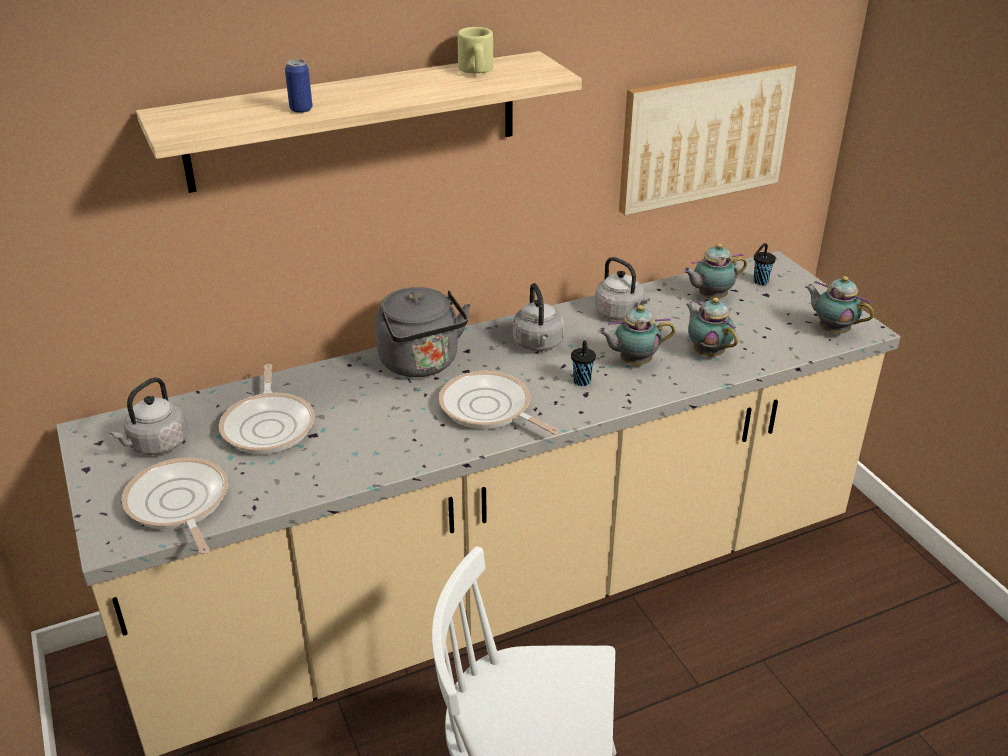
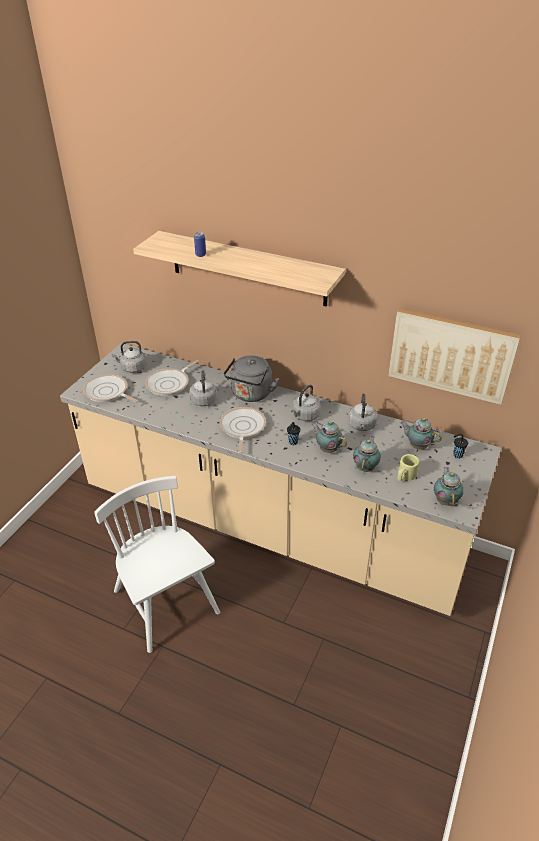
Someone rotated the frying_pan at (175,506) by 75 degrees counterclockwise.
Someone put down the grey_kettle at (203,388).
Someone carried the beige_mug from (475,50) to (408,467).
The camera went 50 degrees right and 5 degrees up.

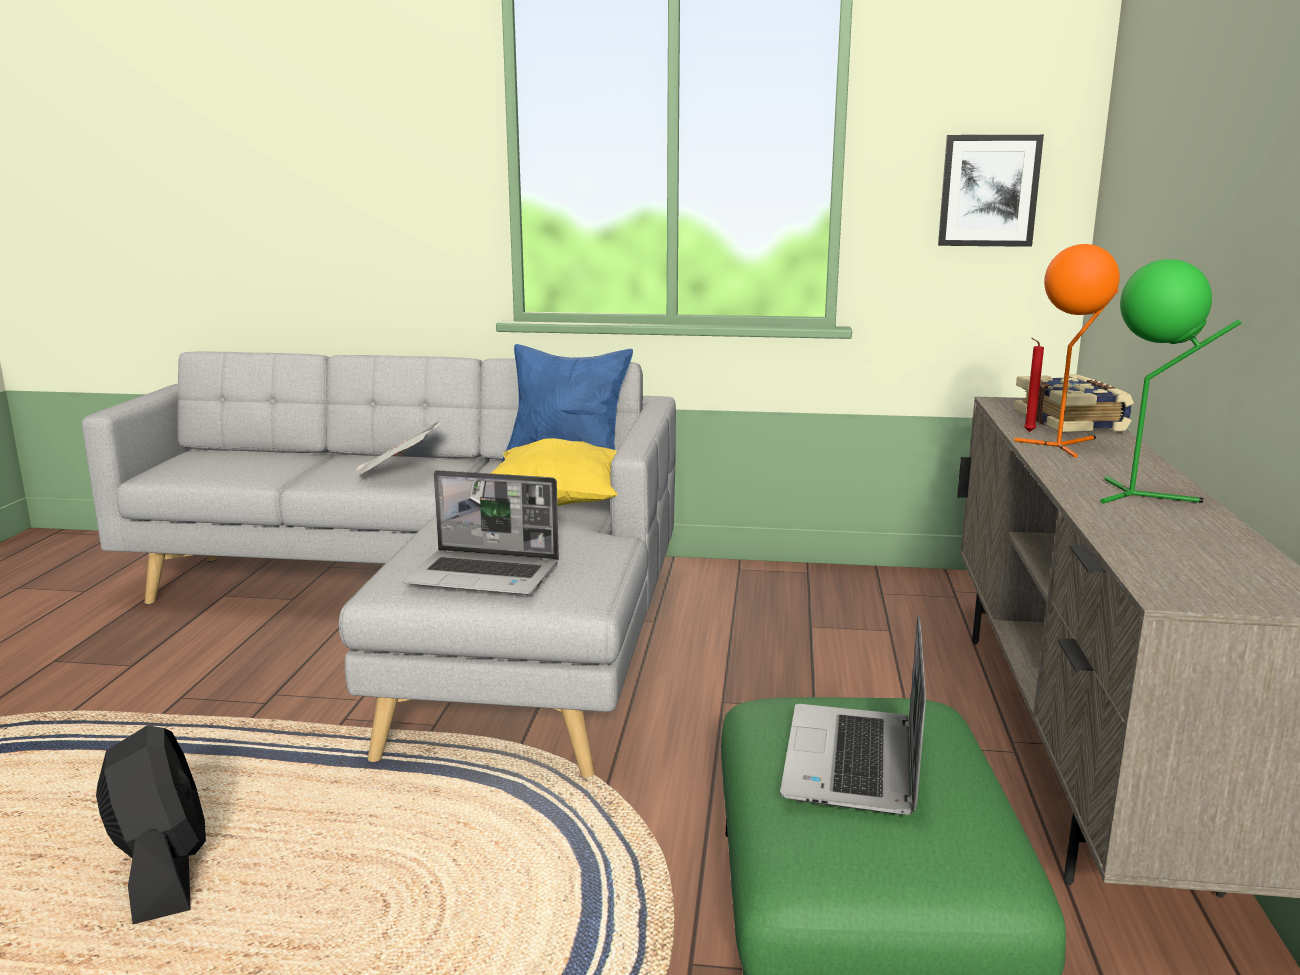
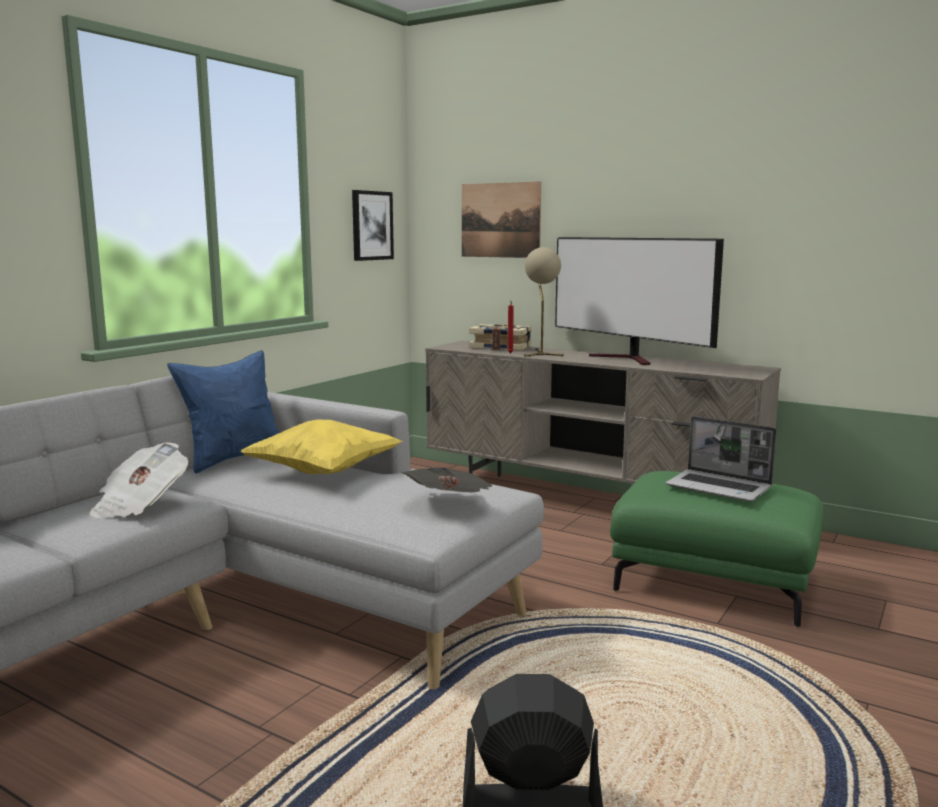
Someone swapped the laptop at (481,532) for the newspaper at (446,480).
Someone put up the picture at (501,220).
Someone repainted the orange_table_lamp at (1067,351), which became the beige_table_lamp at (544,302).
Someone swapped the green_table_lamp at (1171,381) for the television at (639,301).
The camera went 65 degrees left and 5 degrees down.

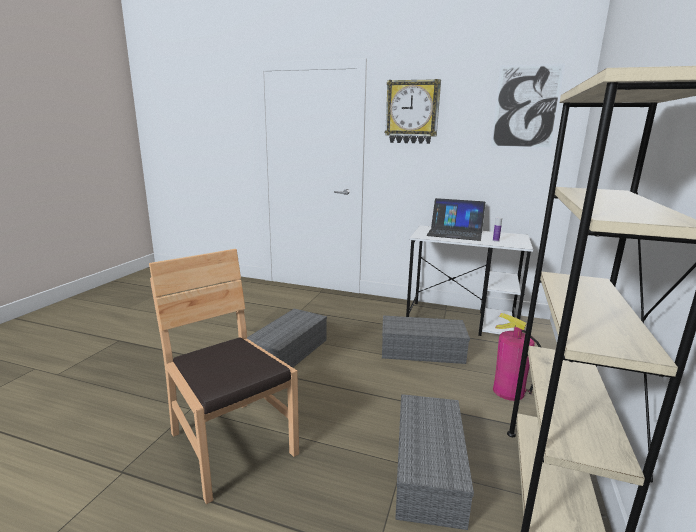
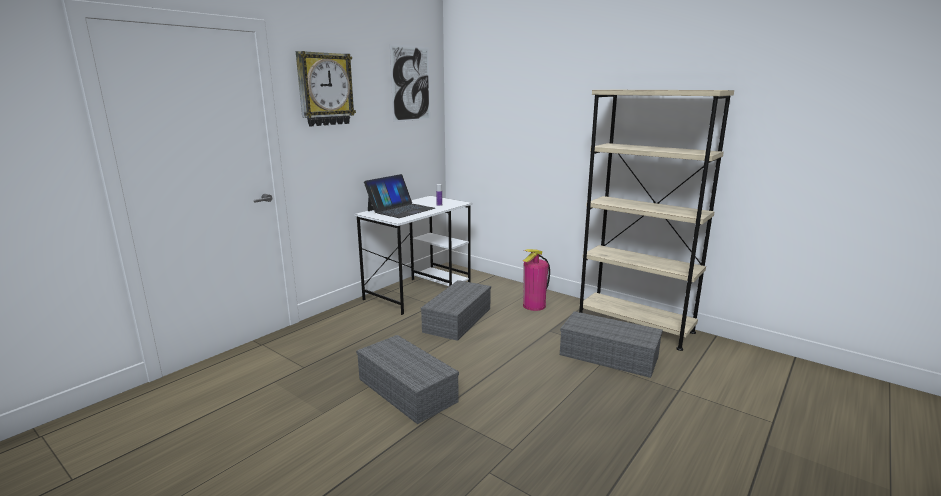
Someone took away the brown_chair at (224,376).
The camera went 70 degrees left and 0 degrees up.

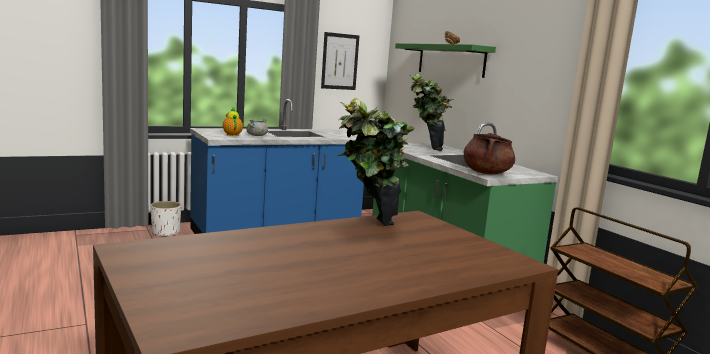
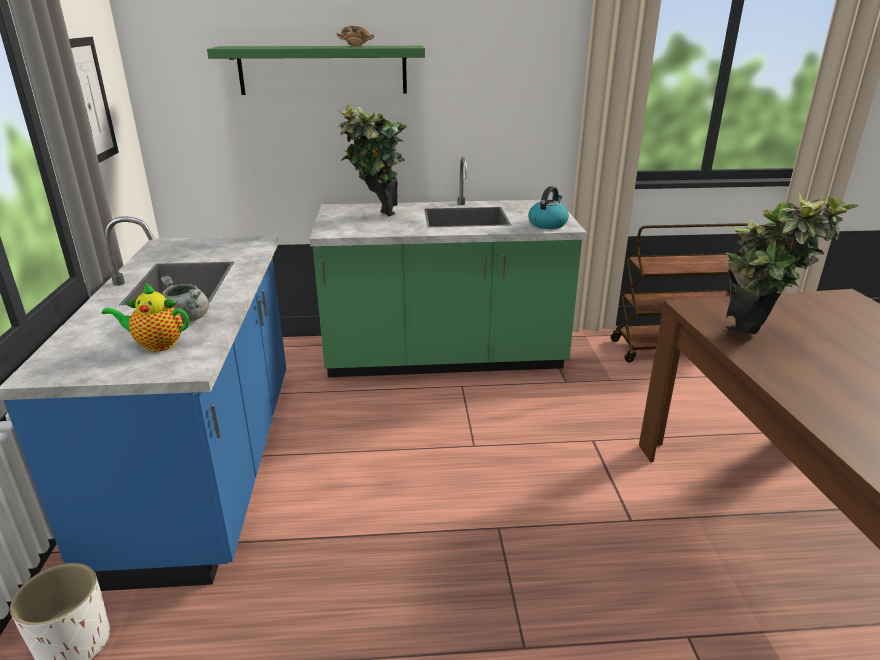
Someone swapped the brown_cooking_pot at (489,153) for the kettle at (548,207).
The camera went 65 degrees left and 15 degrees up.

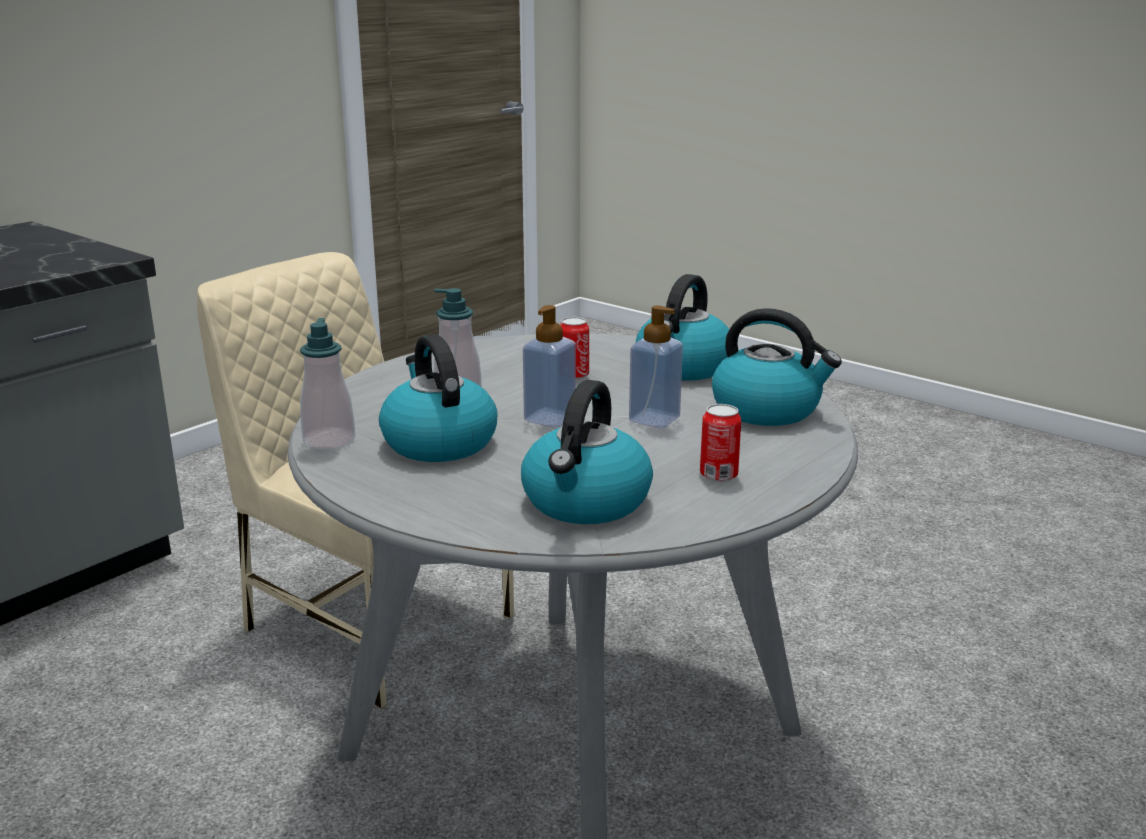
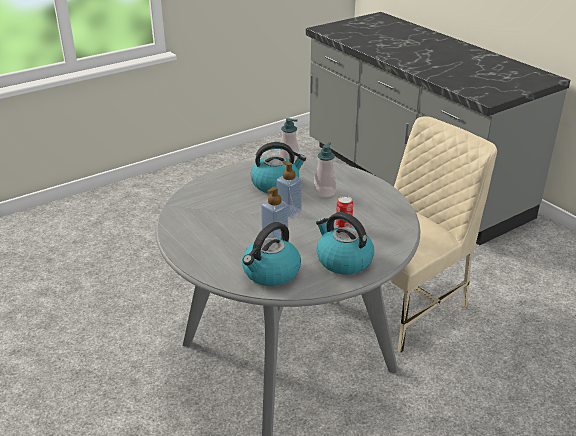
Someone took away the kettle at (587,452).
Someone took away the can at (720,443).
The camera went 105 degrees right and 10 degrees up.

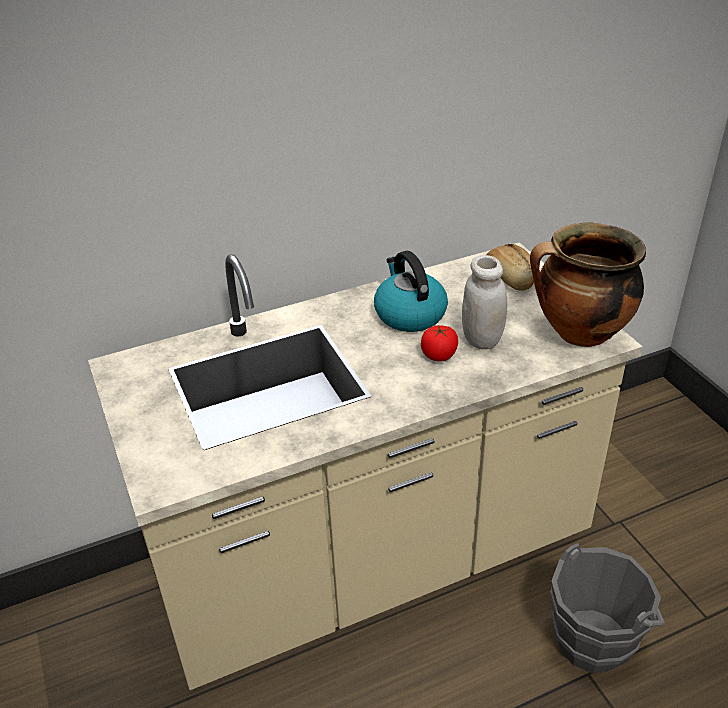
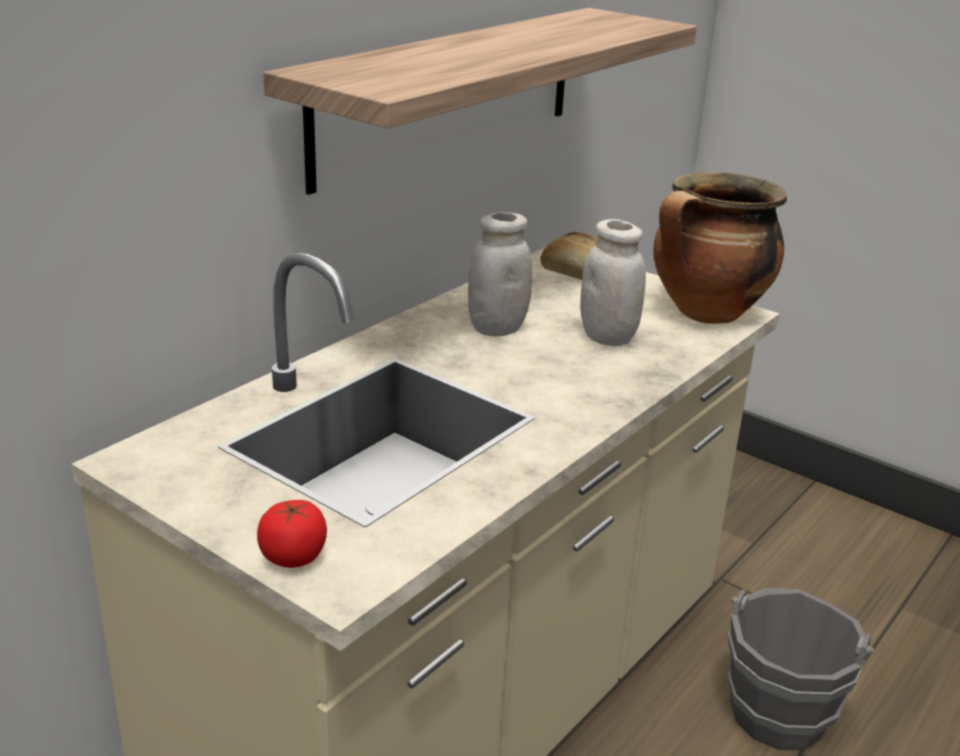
Someone carried the tomato from (439,343) to (292,534).
Someone put up the shelf at (480,101).
Someone swapped the kettle at (411,291) for the white_jar at (500,274).
The camera went 30 degrees left and 10 degrees down.

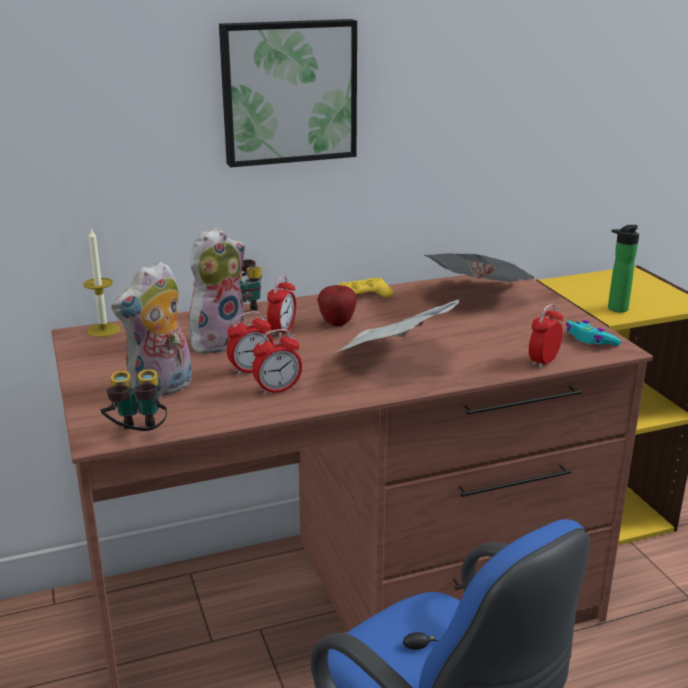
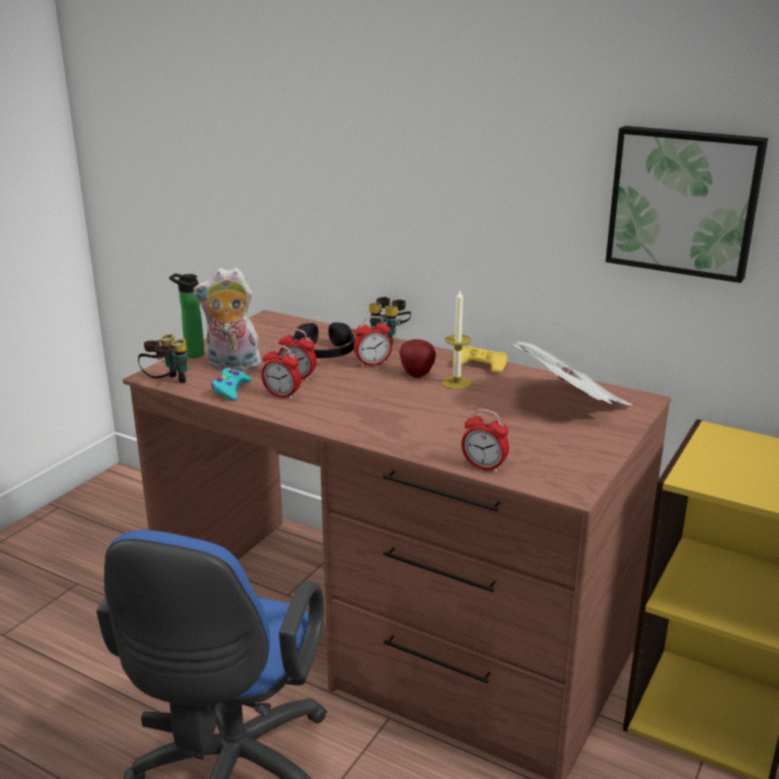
Someone carried the bottle from (623,268) to (187,315).
Someone carried the turquoise_game_controller from (593,333) to (231,384).
Someone swapped the plush_toy at (217,290) for the black_headphones at (323,340).
Someone carried the candle from (102,282) to (457,340).
Someone rotated the alarm_clock at (546,336) by 150 degrees counterclockwise.
Someone carried the picture from (288,93) to (687,204).
Someone took away the newspaper at (397,325).
The camera went 50 degrees right and 0 degrees up.

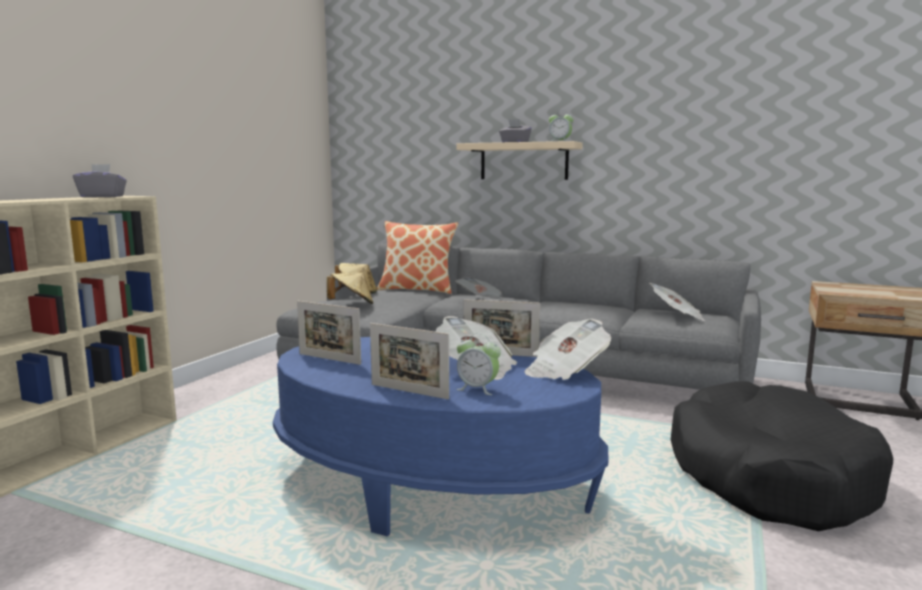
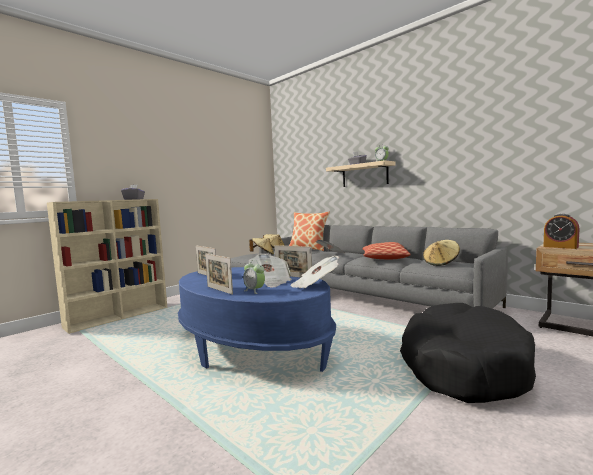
Someone put down the pillow at (387,250).
Someone swapped the newspaper at (677,302) for the beige_hat at (441,253).
Someone put down the alarm_clock at (561,231).
The camera went 20 degrees right and 5 degrees down.

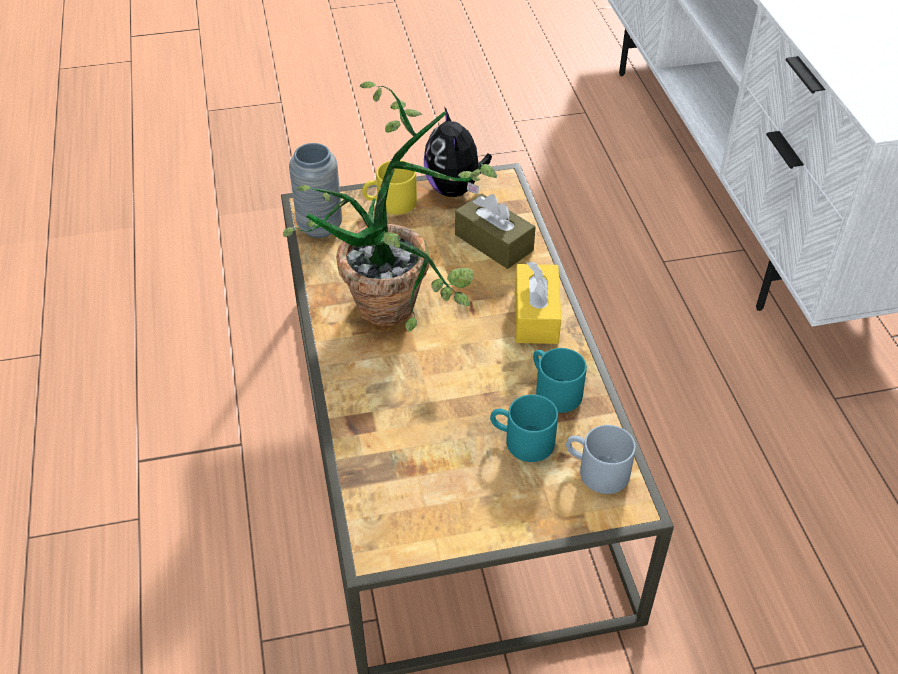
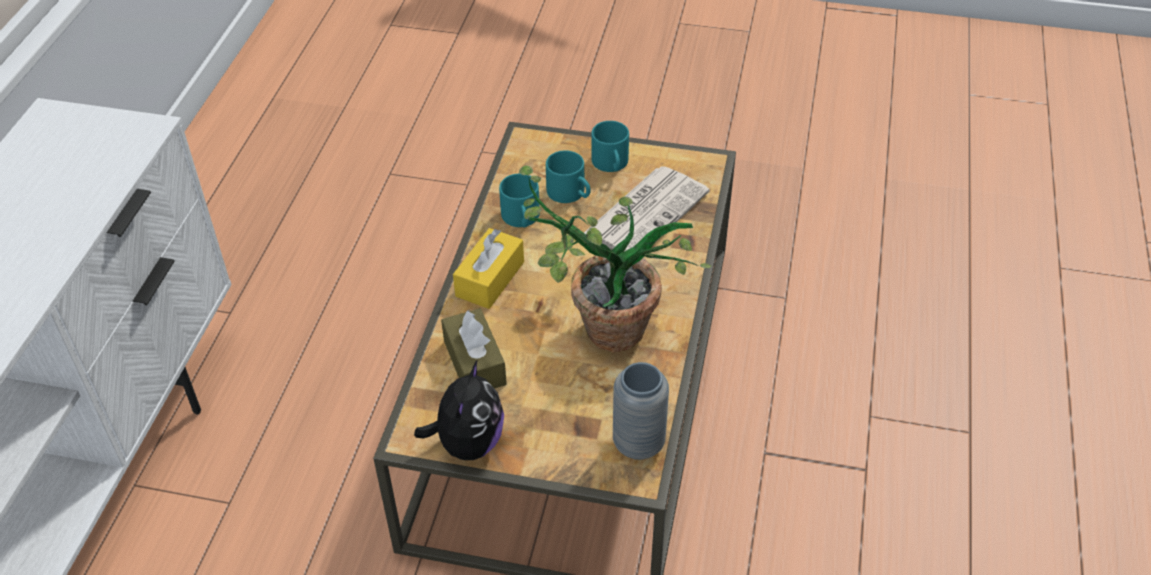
Someone put down the newspaper at (647,208).
Someone put down the turquoise_mug at (610,146).
Someone took away the yellow_mug at (389,187).
Someone took away the grey_mug at (601,459).
The camera went 155 degrees left and 0 degrees up.

